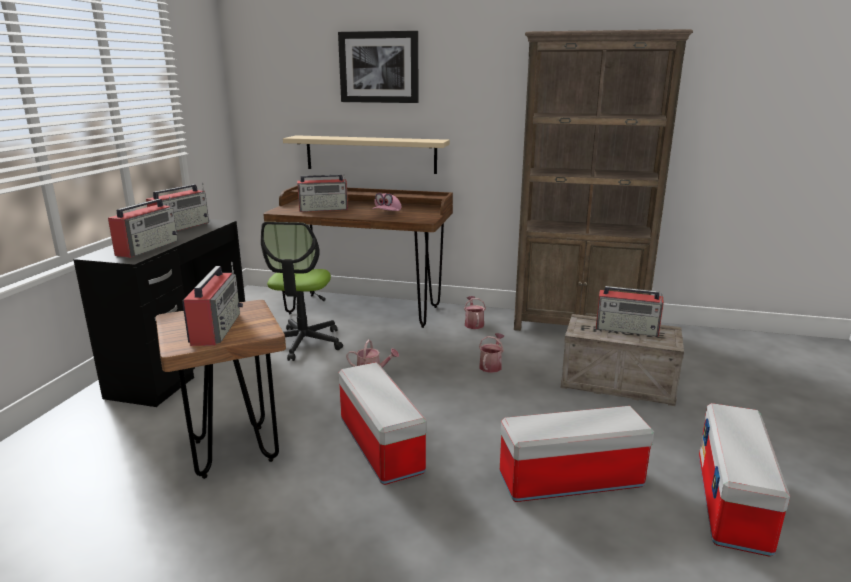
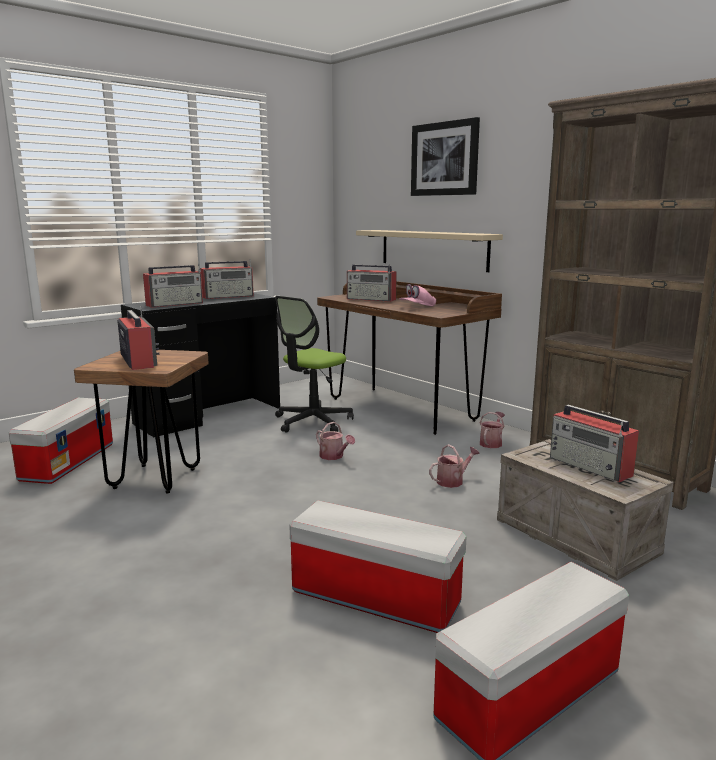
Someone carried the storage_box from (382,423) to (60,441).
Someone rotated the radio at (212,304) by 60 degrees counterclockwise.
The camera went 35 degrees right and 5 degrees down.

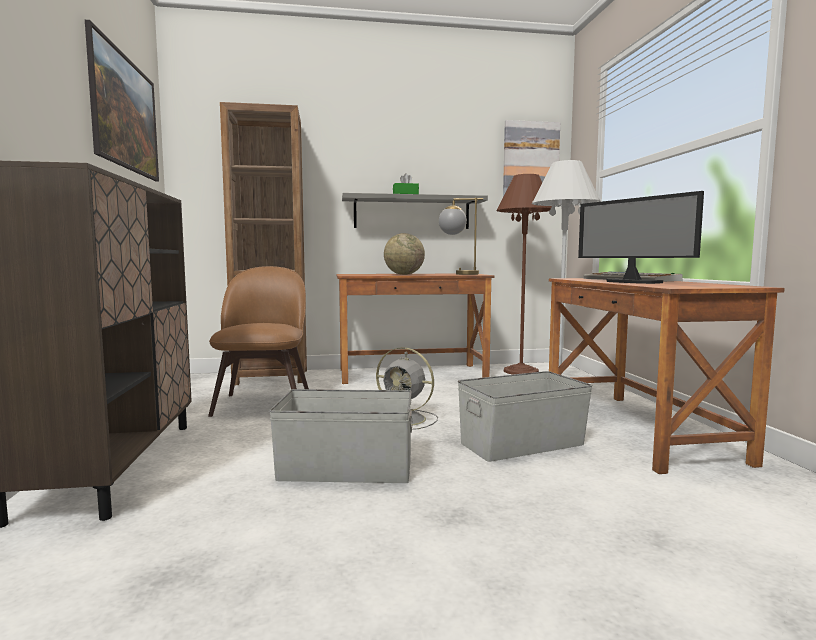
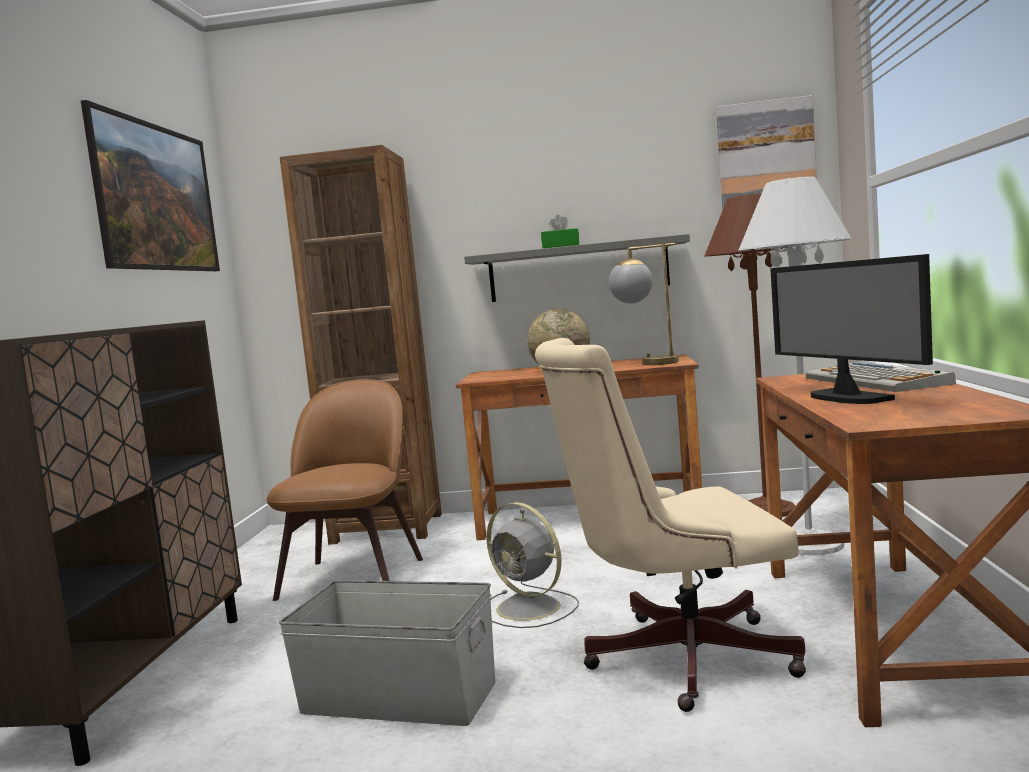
Someone swapped the grey_storage_box at (525,416) for the beige_office_chair at (670,525).
The camera went 15 degrees right and 0 degrees up.

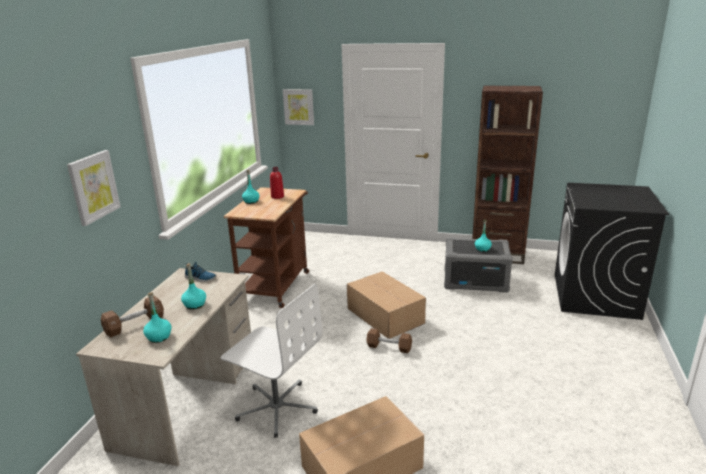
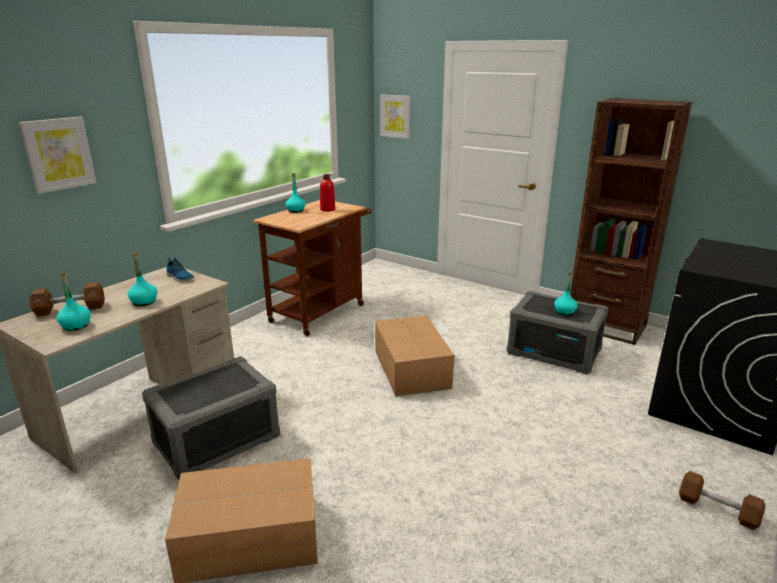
Someone swapped the white_office_chair at (271,361) for the grey_storage_box at (211,418).
Someone carried the brown_dumbbell from (389,340) to (722,500).
The camera went 20 degrees right and 0 degrees up.

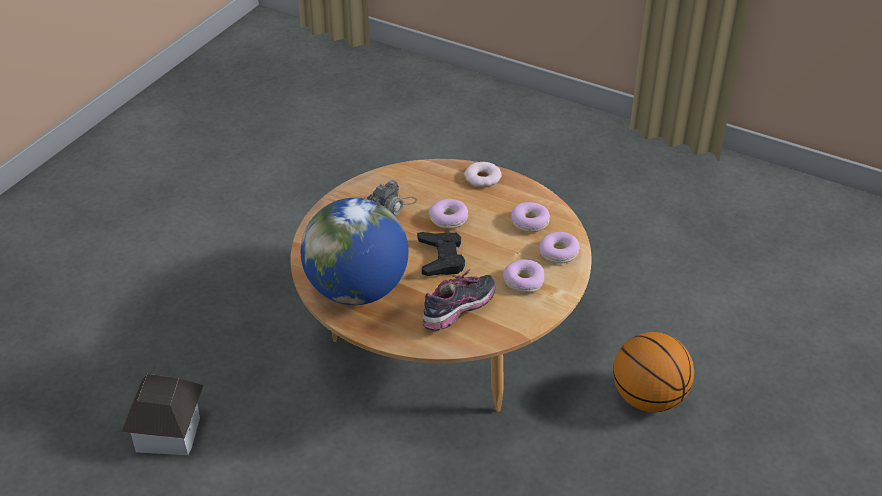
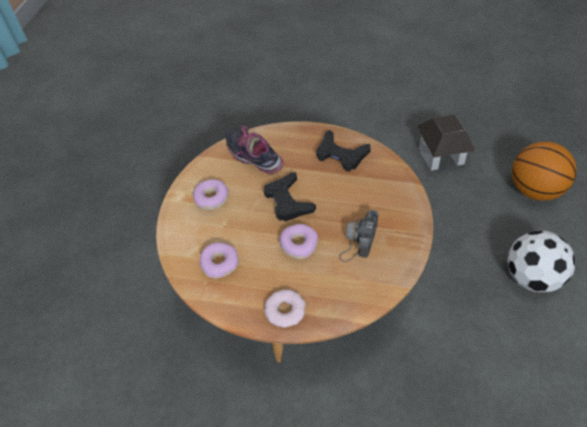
Someone rotated the shoe at (458,300) by 105 degrees clockwise.
Someone swapped the globe at (354,251) for the black_game_controller at (343,150).
Someone put down the football at (541,261).
Someone carried the basketball from (653,372) to (544,171).
Someone took away the donut at (560,247).
The camera went 165 degrees right and 10 degrees up.

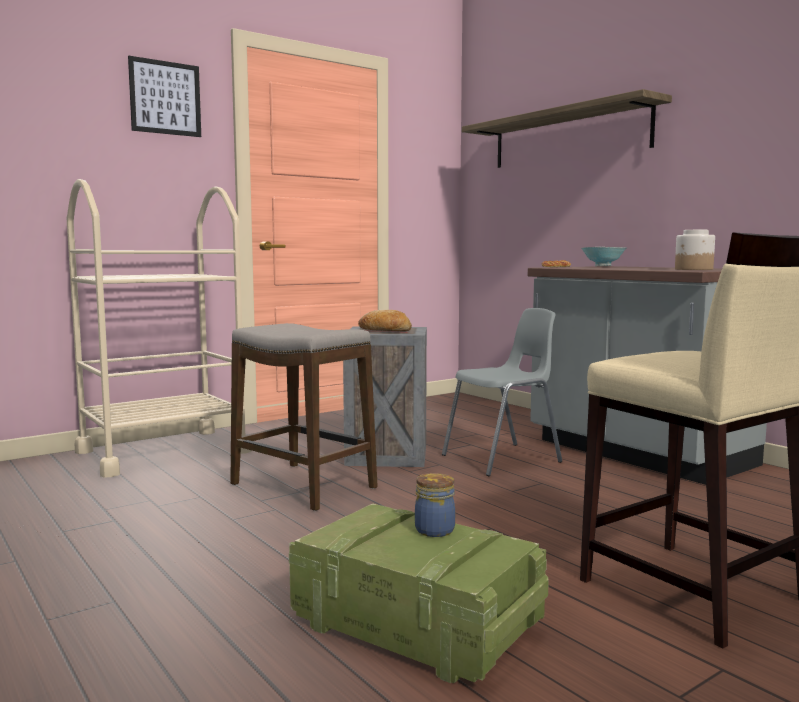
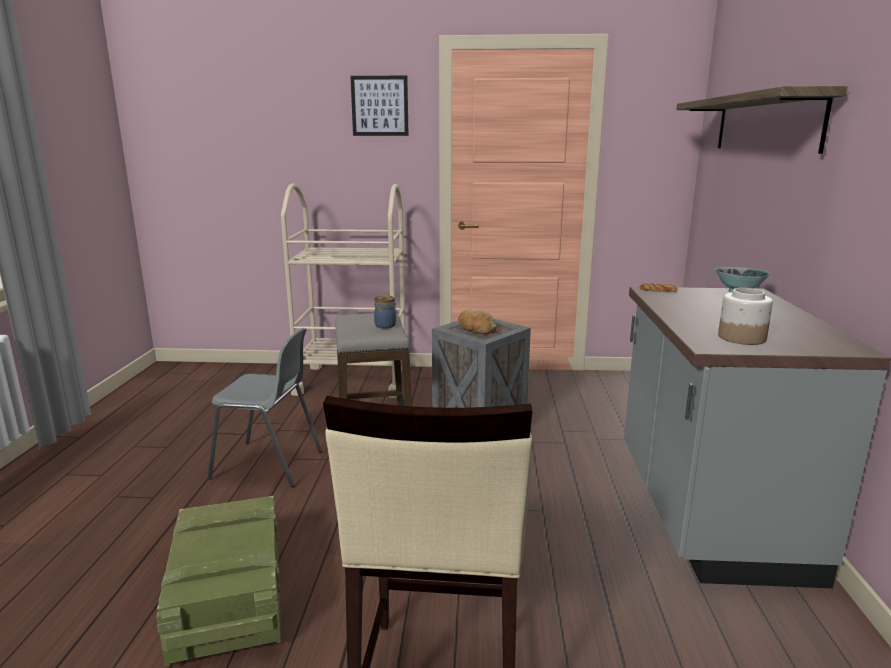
Someone carried the grey_chair from (502,392) to (265,408).
Someone carried the jar from (435,505) to (385,312).
The camera went 40 degrees right and 10 degrees up.

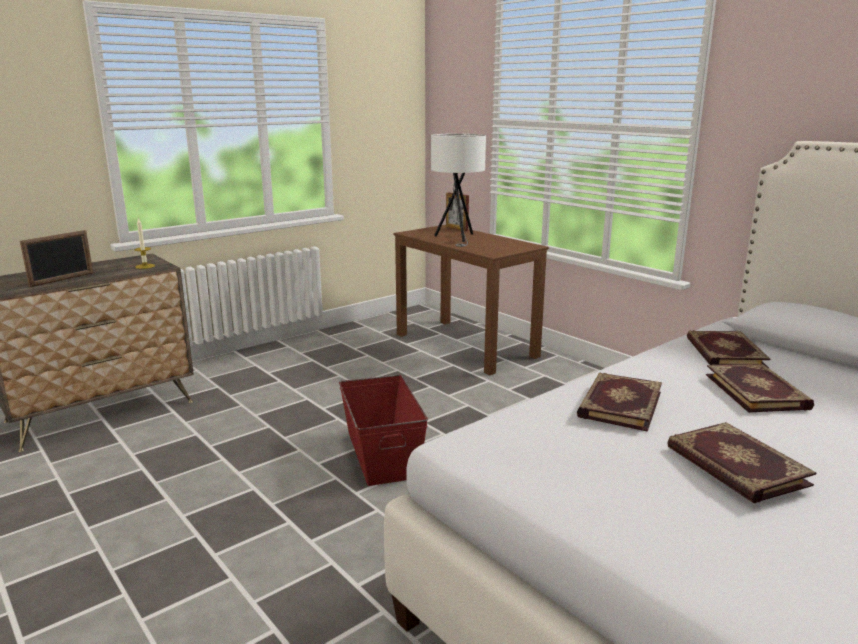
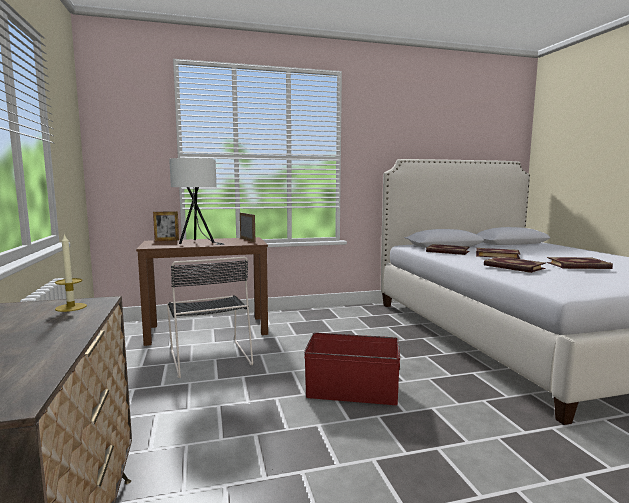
Someone put down the black_chair at (210,317).
Someone carried the picture_frame from (56,258) to (247,227).
The camera went 65 degrees left and 10 degrees down.

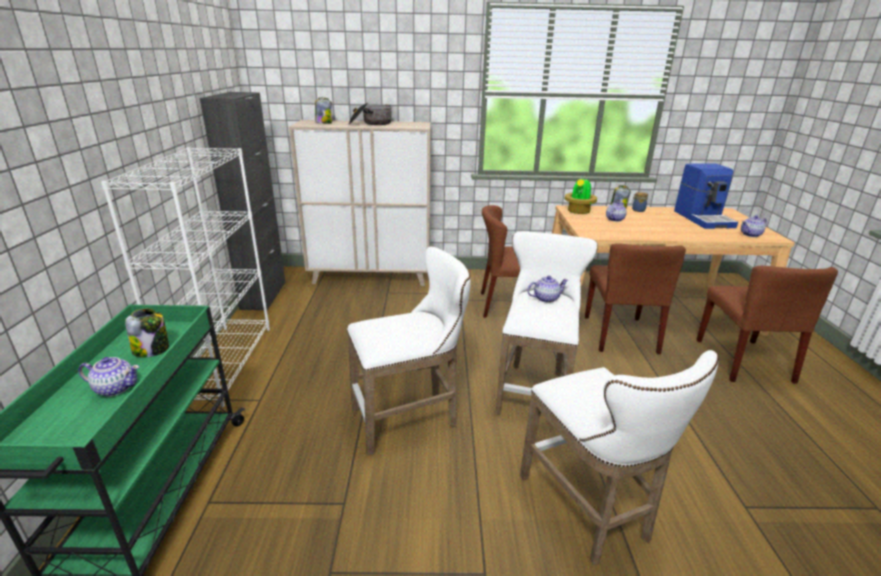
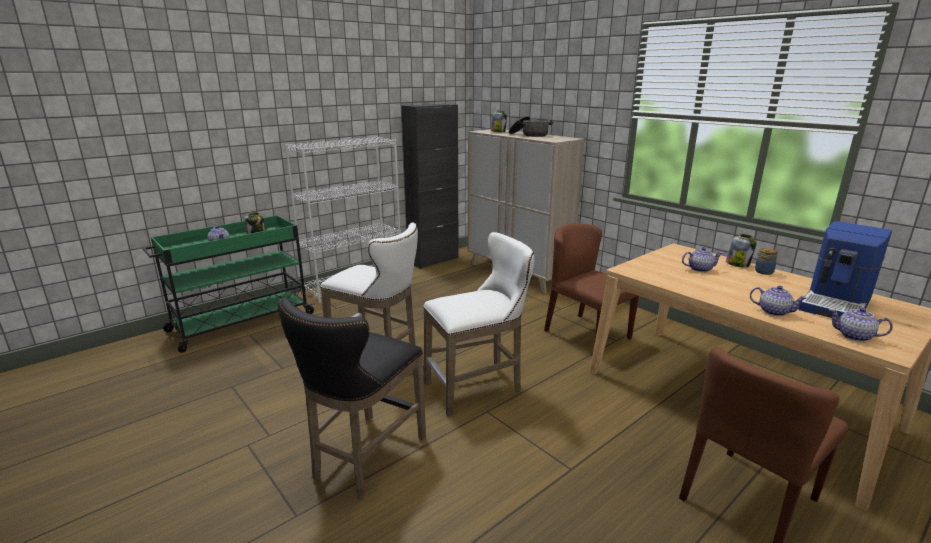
Someone repainted the white_stool at (619,457), which became the black_stool at (352,398).
Someone carried the teapot from (547,289) to (778,301).
Someone took away the potted_plant at (581,196).
Someone took away the brown_chair at (635,298).
The camera went 50 degrees right and 5 degrees down.

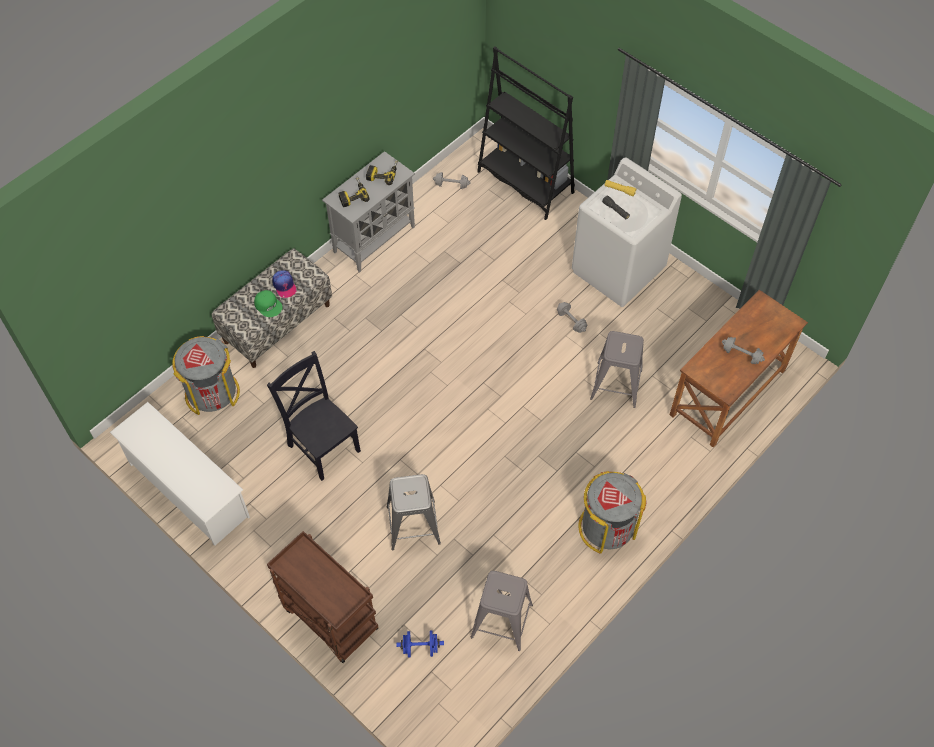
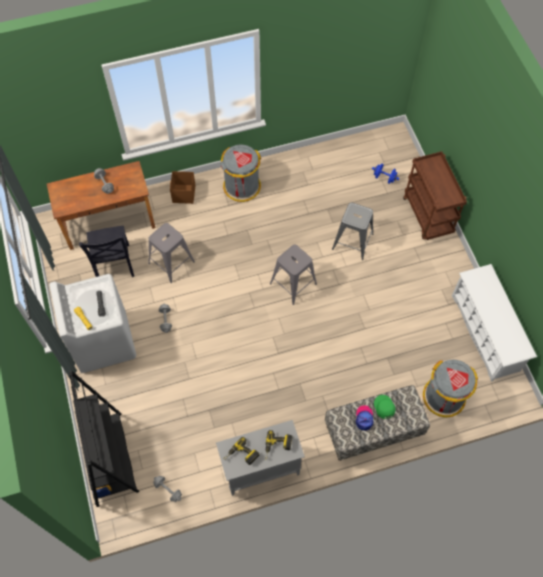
Someone carried the black_chair from (314,416) to (106,251).
Someone put down the brown_storage_box at (182,187).
Someone carried the grey_stool from (502,611) to (293,275).
The camera went 150 degrees left and 5 degrees up.

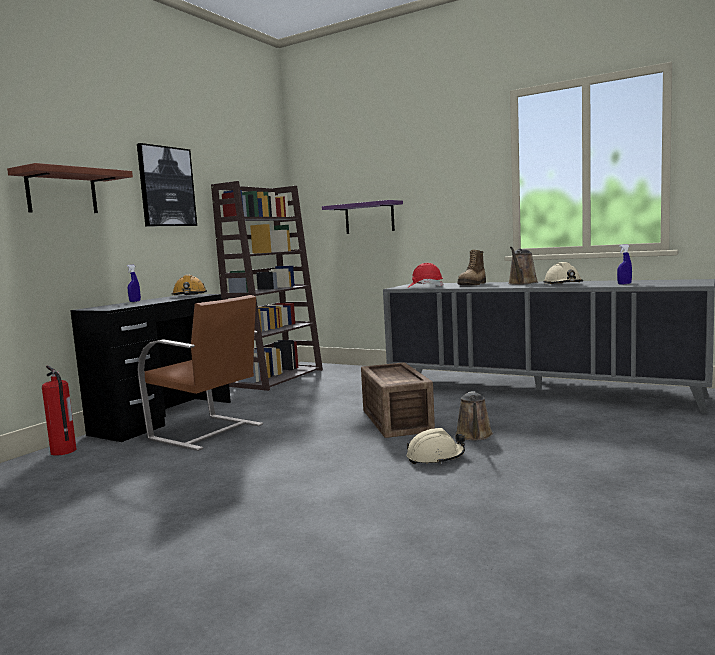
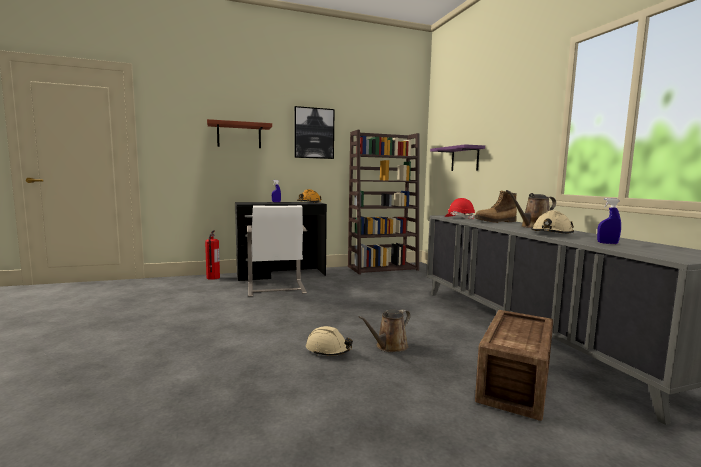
Someone repainted the brown_chair at (200,373), which became the white_chair at (277,251).
Someone carried the crate from (398,400) to (514,365).
The camera went 40 degrees right and 0 degrees up.

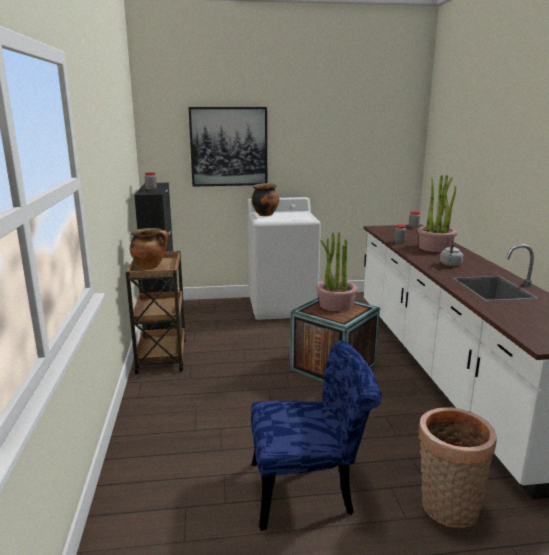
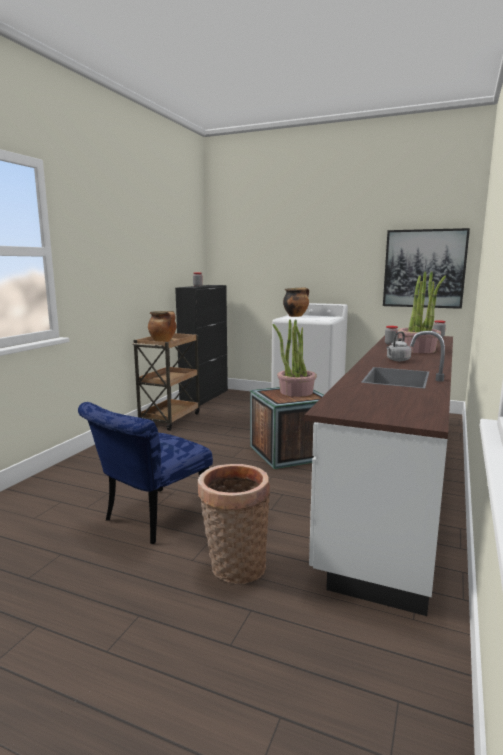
Someone rotated the blue_chair at (316,436) by 105 degrees clockwise.
Someone carried the picture from (227,146) to (426,268).
The camera went 30 degrees right and 5 degrees down.

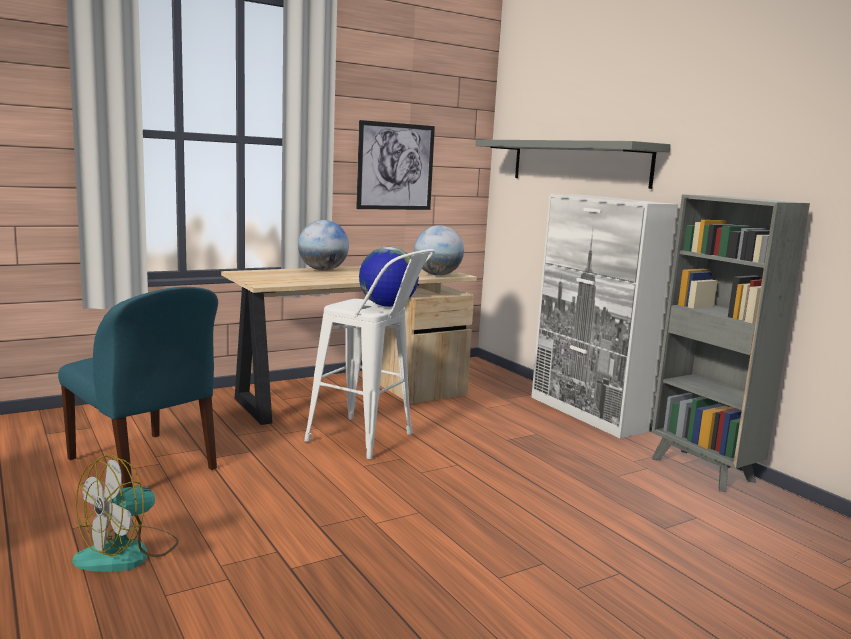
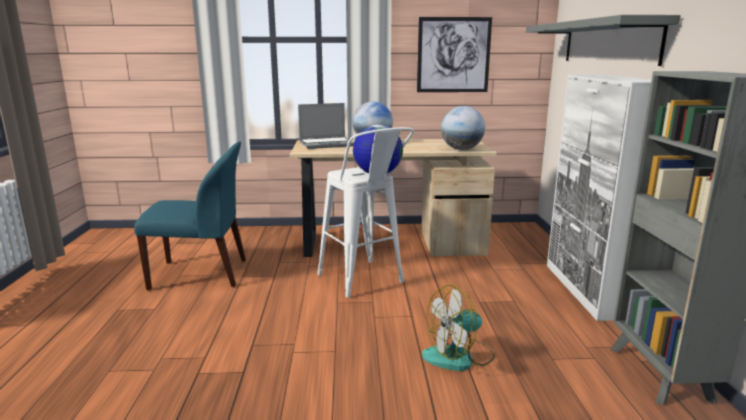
Someone rotated the blue_chair at (138,387) by 75 degrees counterclockwise.
Someone put down the laptop at (326,126).
Someone carried the fan from (125,513) to (458,327).
The camera went 30 degrees right and 5 degrees up.

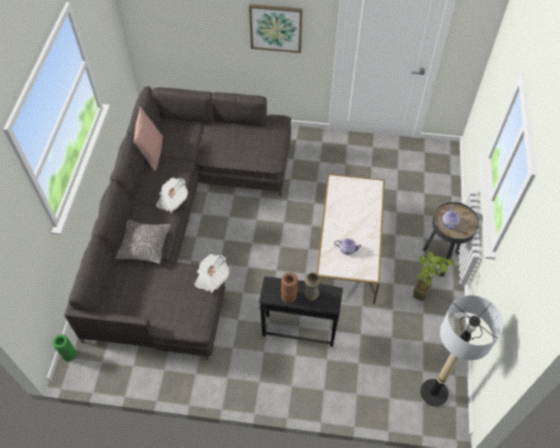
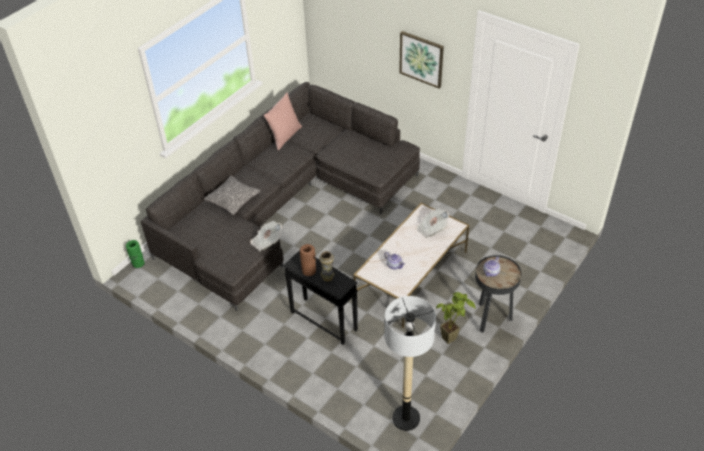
Someone carried the newspaper from (172,195) to (432,223).
The camera went 30 degrees right and 10 degrees down.

